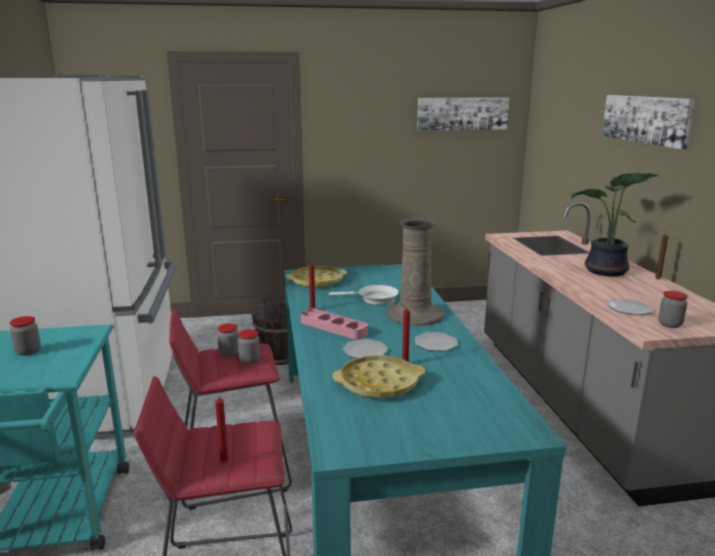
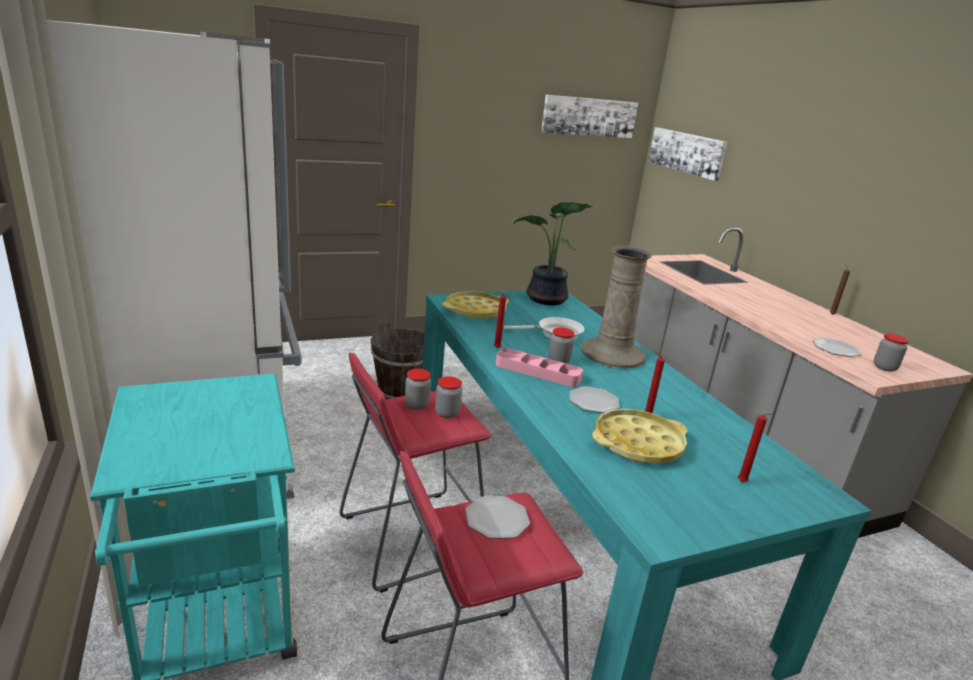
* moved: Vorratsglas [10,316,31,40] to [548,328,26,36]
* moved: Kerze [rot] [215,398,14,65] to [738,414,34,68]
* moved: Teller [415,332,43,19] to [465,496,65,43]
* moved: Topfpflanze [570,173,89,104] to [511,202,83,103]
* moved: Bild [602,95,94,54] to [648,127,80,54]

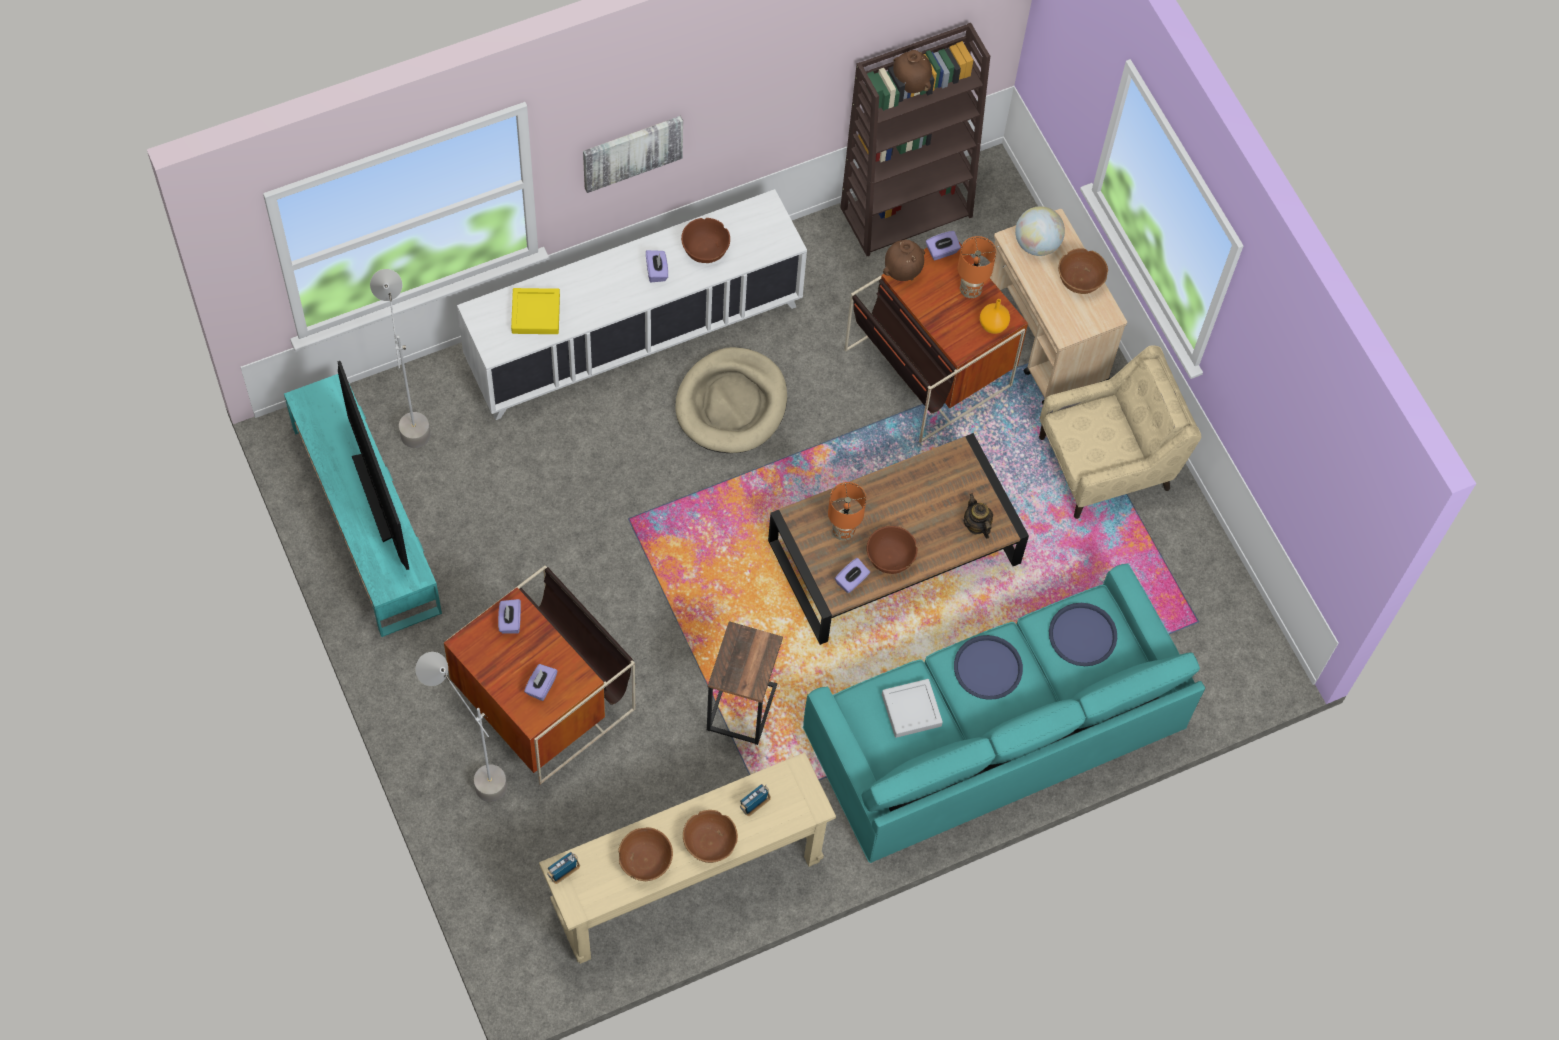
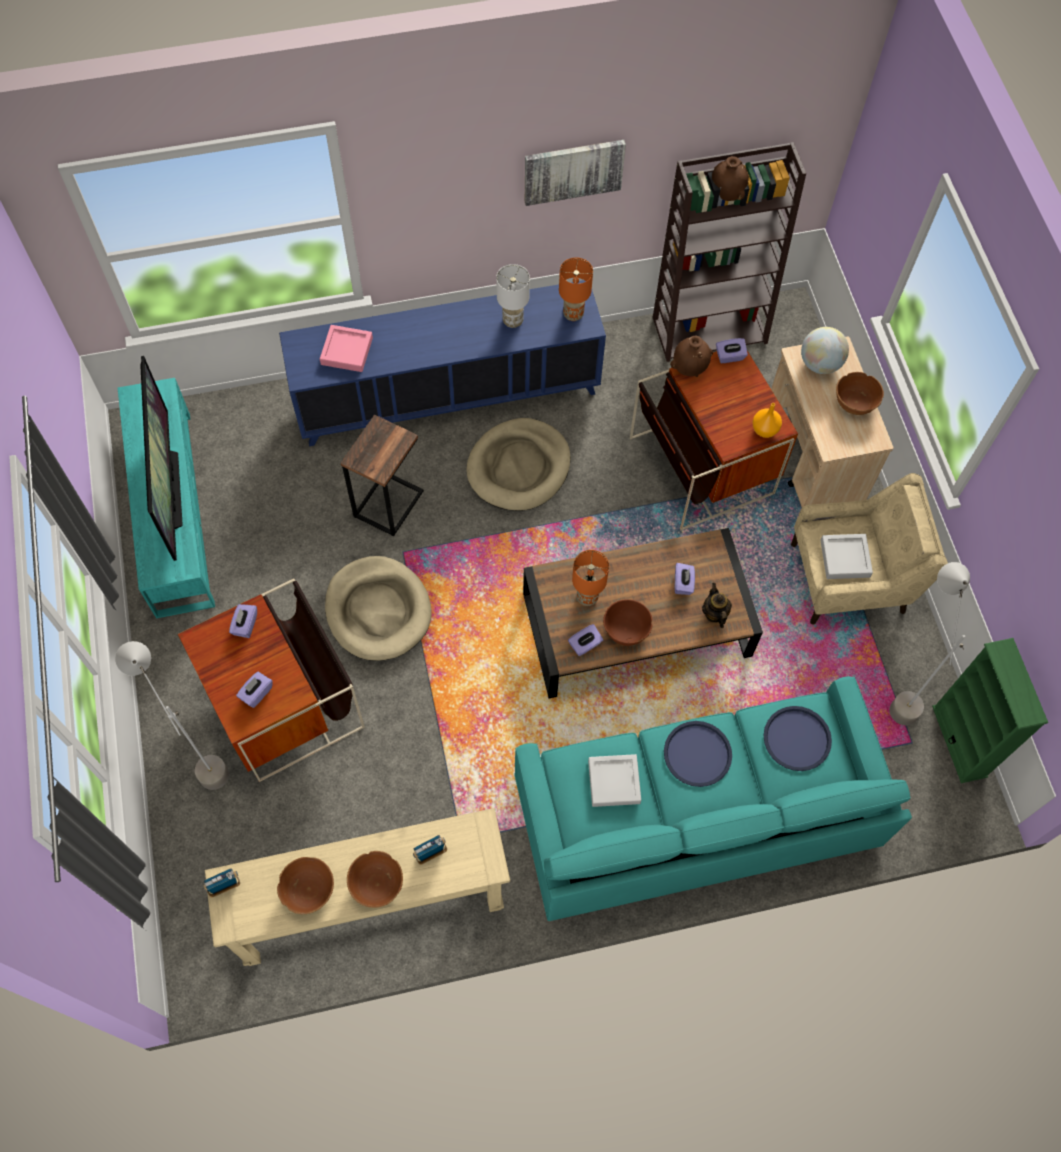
* added: Hundebett [beige] [325,556,107,105]
* added: Tablett [grau] [820,534,53,45]
* added: Bücherregal [grün] [932,638,116,145]
* moved: Stehlampe [grau] [370,269,61,179] to [890,562,80,164]
* moved: Bild [583,116,100,77] to [525,140,101,66]
* moved: Taschentuchbox [lila] [646,250,22,32] to [675,563,20,32]
* moved: Beistelltisch [707,621,76,124] to [341,415,83,122]
* moved: Tischlampe [orange] [957,236,39,62] to [559,257,34,64]
* replaced: Schüssel [braun] [681,218,49,45] to Tischlampe [weiß] [496,264,34,64]
* recoloured: Schrank [weiß] [457,189,350,231] to Schrank [blau] [279,280,327,166]
* recoloured: Tablett [gelb] [511,288,49,46] to Tablett [rosa] [320,325,53,47]

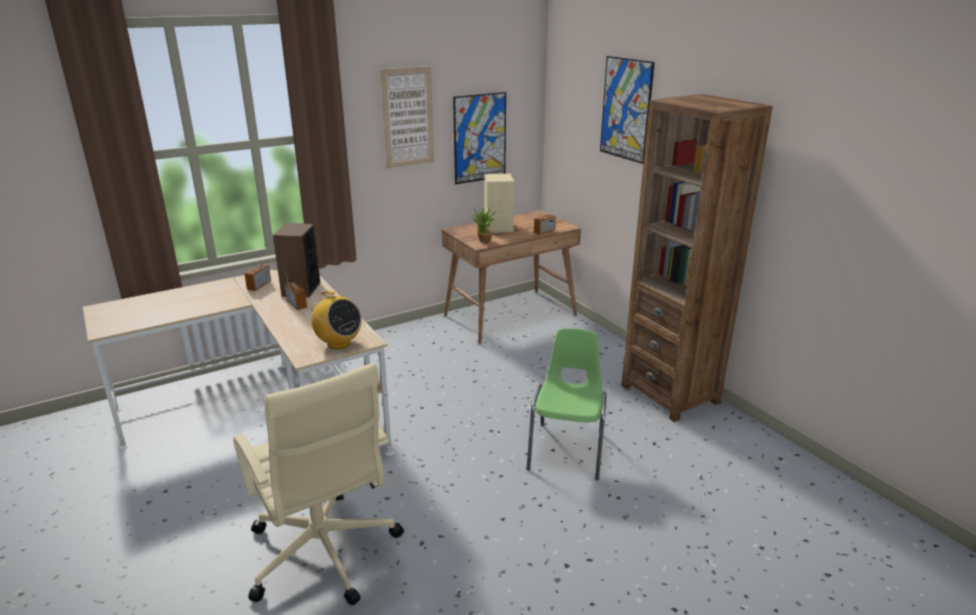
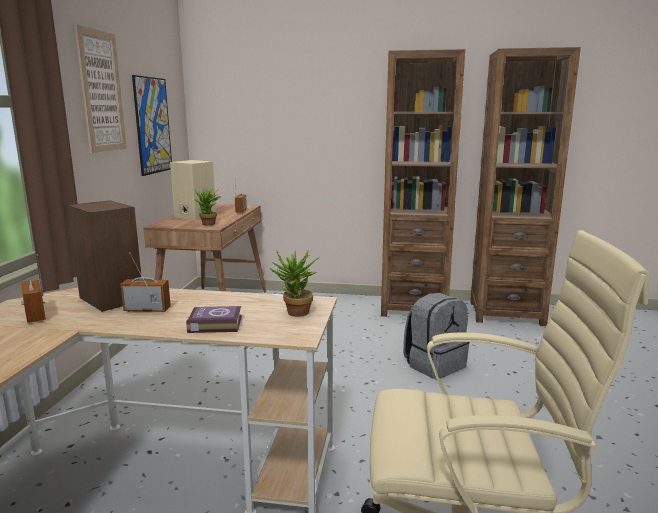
* removed: Bild [600,56,55,108]
* added: Buch [186,306,56,27]
* added: Bücherregal [braun] [470,47,111,279]
* replaced: Radio [308,290,54,59] to Topfpflanze [269,250,51,67]
* replaced: Stuhl [grün] [527,328,80,152] to Rucksack [grau] [403,293,67,86]

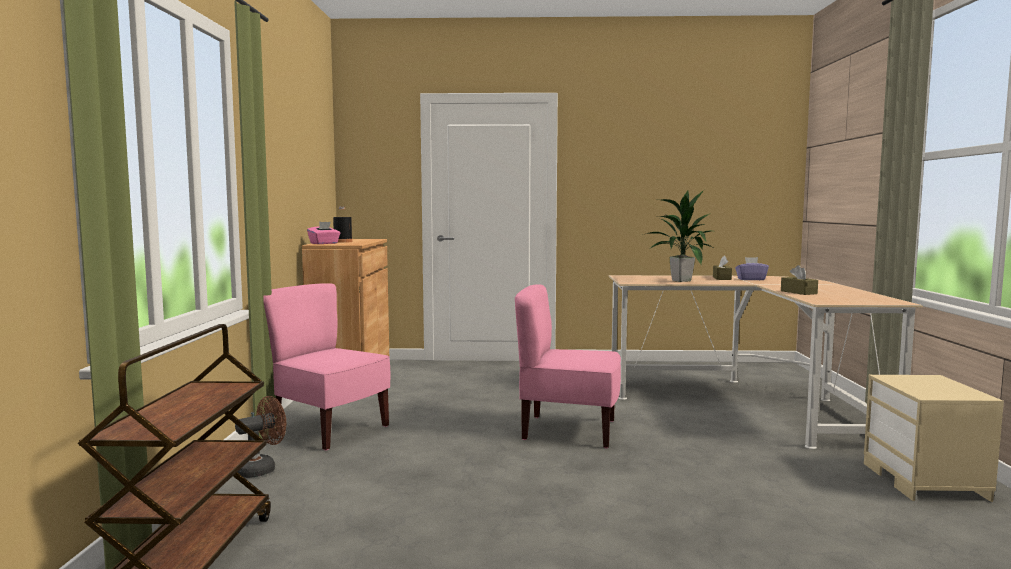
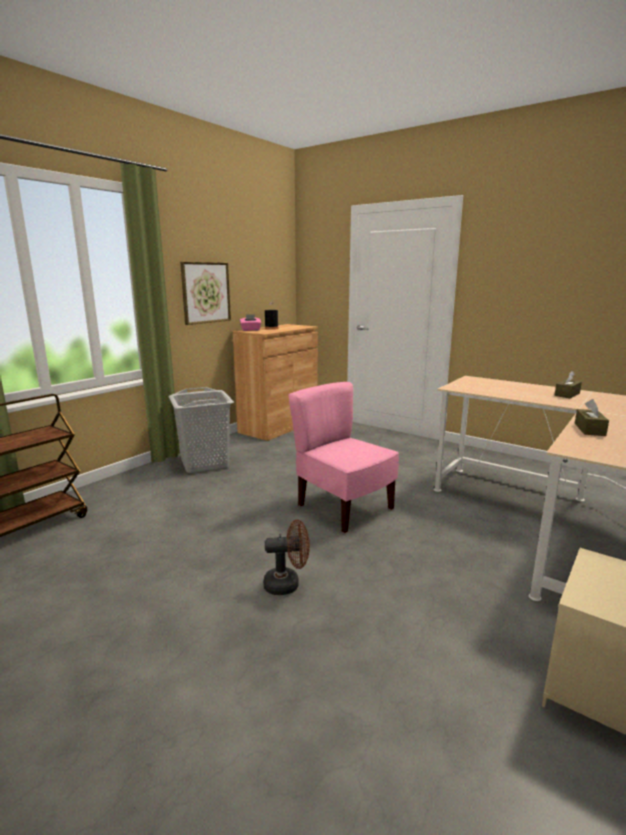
* removed: Topfpflanze [646,190,66,92]
* removed: Taschentuchbox [lila] [735,257,34,23]
* added: Bild [180,262,51,63]
* moved: Ventilator [braun] [235,396,51,82] to [263,519,47,76]
* replaced: Stuhl [rosa] [263,283,128,167] to Wäschekorb [grau] [168,387,66,86]

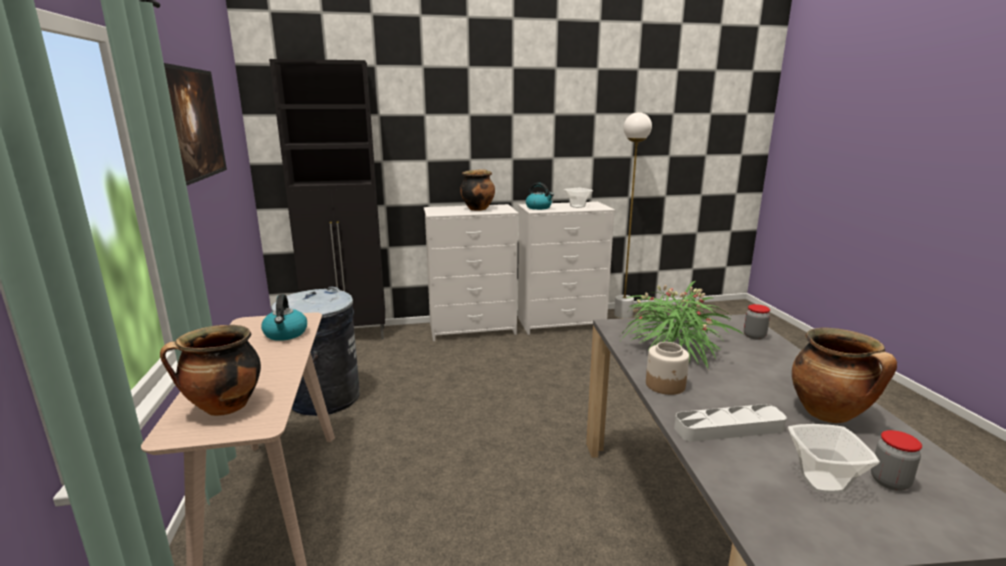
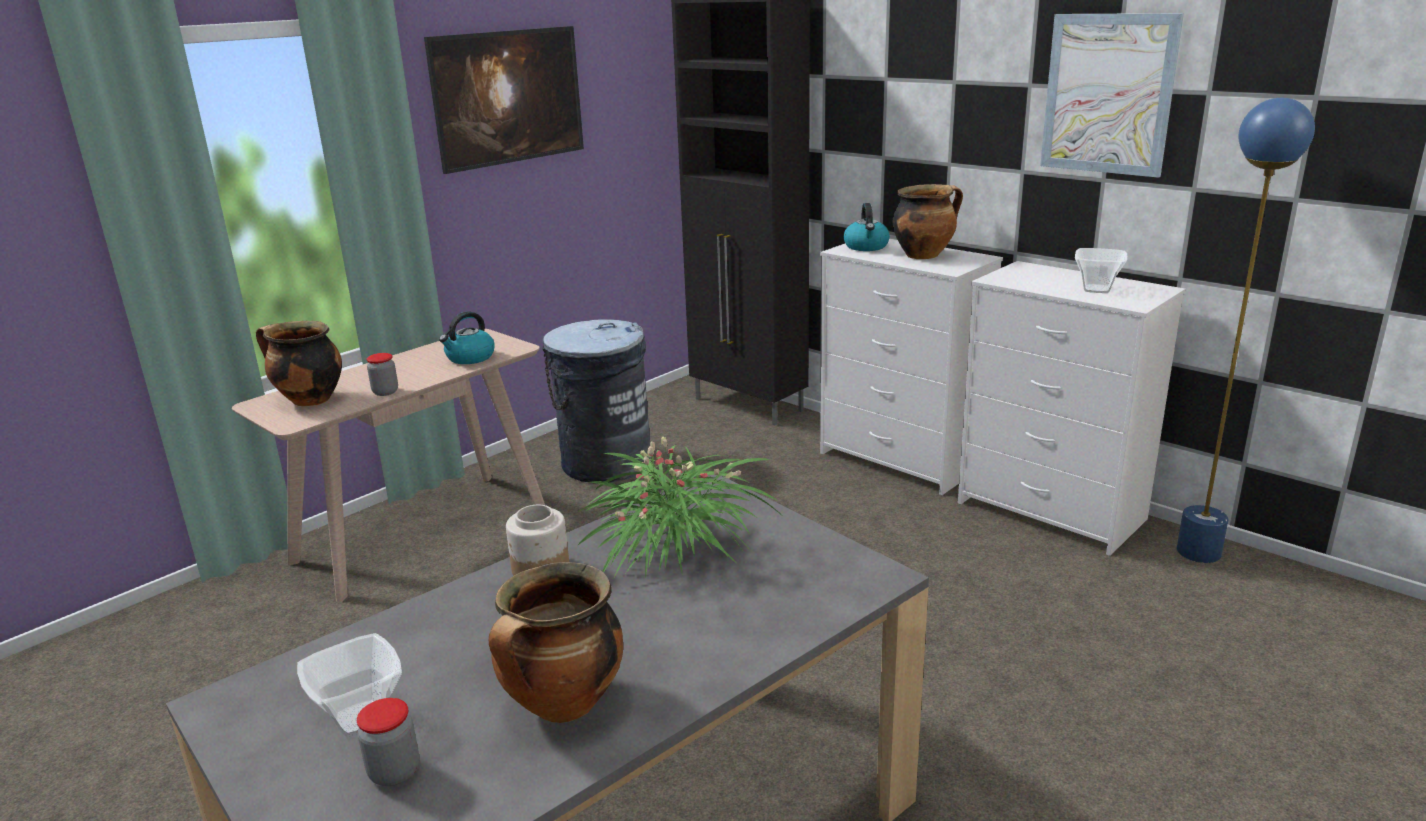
* removed: Tablett [grau] [674,404,113,38]
* added: Bild [1040,13,144,165]
* moved: Wasserkessel [526,183,28,27] to [844,203,46,48]
* moved: Vorratsglas [744,304,26,36] to [367,353,31,43]
* recoloured: Stehlampe [weiß] [614,112,38,207] to Stehlampe [blau] [1177,98,138,465]

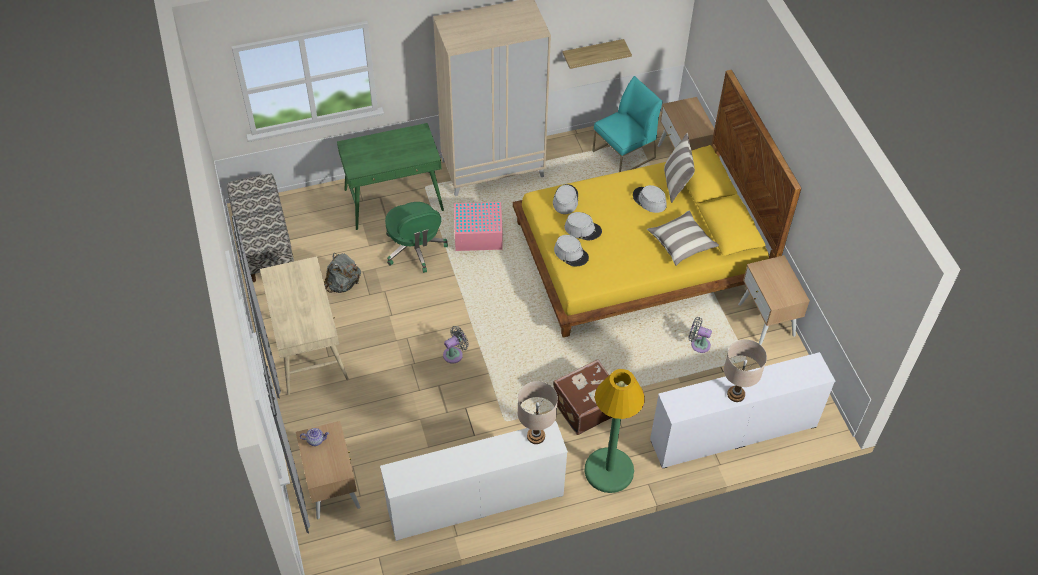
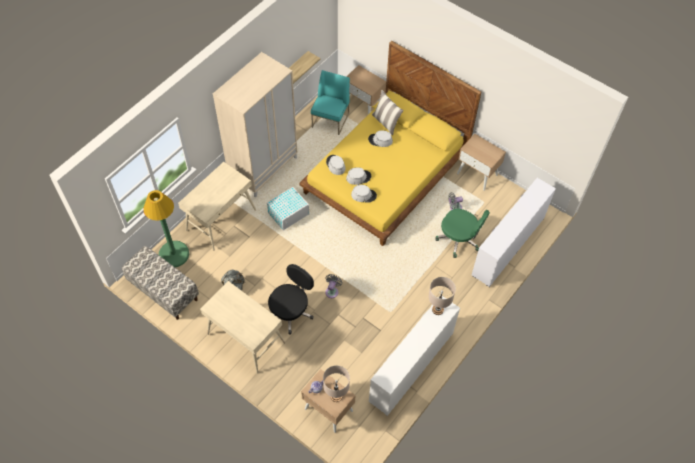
* removed: Koffer [braun] [553,359,64,76]
* removed: Kissen [647,210,72,56]
* added: Bürostuhl [schwarz] [268,264,46,70]
* moved: Bürostuhl [grün] [385,202,63,71] to [435,209,55,49]
* moved: Stehlampe [grün] [585,369,60,124] to [143,190,46,77]
* moved: Tischlampe [beige] [724,339,43,63] to [323,365,27,37]
* recoloured: Schreibtisch [grün] [337,123,107,107] to Schreibtisch [beige] [178,162,78,89]
* recoloured: Aufbewahrungsbox [rosa] [454,202,49,49] to Aufbewahrungsbox [weiß] [267,187,42,44]

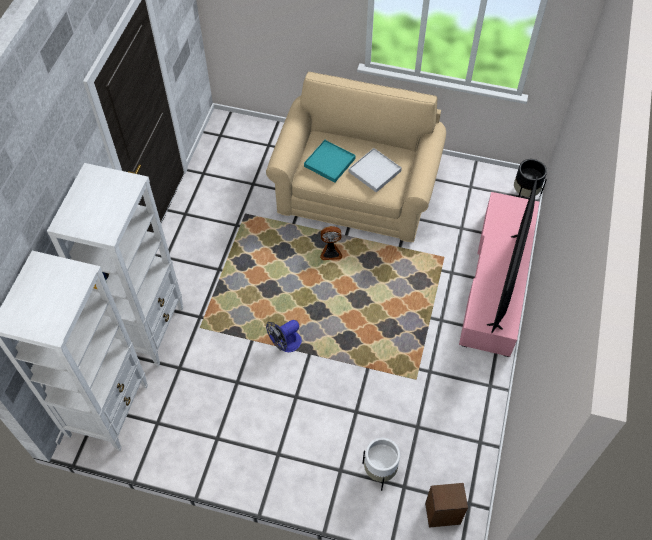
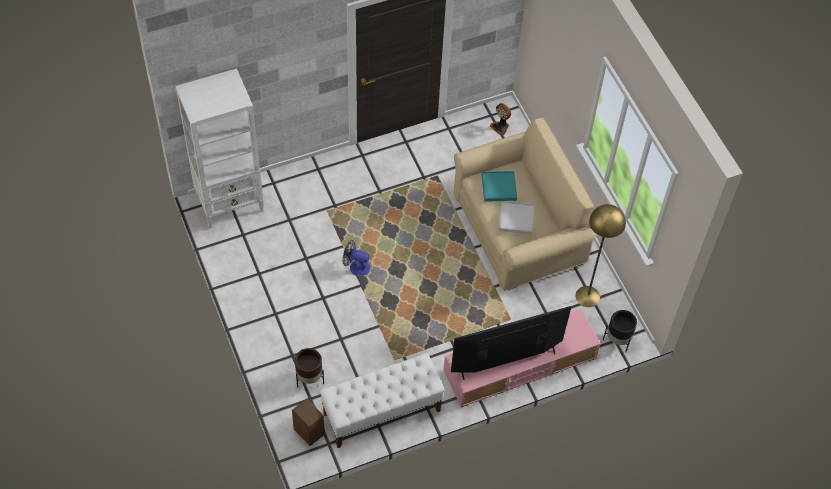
* removed: Bücherregal [weiß] [47,163,136,203]
* added: Bank [weiß] [320,353,125,95]
* added: Stehlampe [gelb] [576,204,50,103]
* moved: Ventilator [320,226,22,34] to [490,103,21,33]
* recoloured: Pflanzkübel [weiß] [362,438,38,53] to Pflanzkübel [braun] [295,348,29,40]

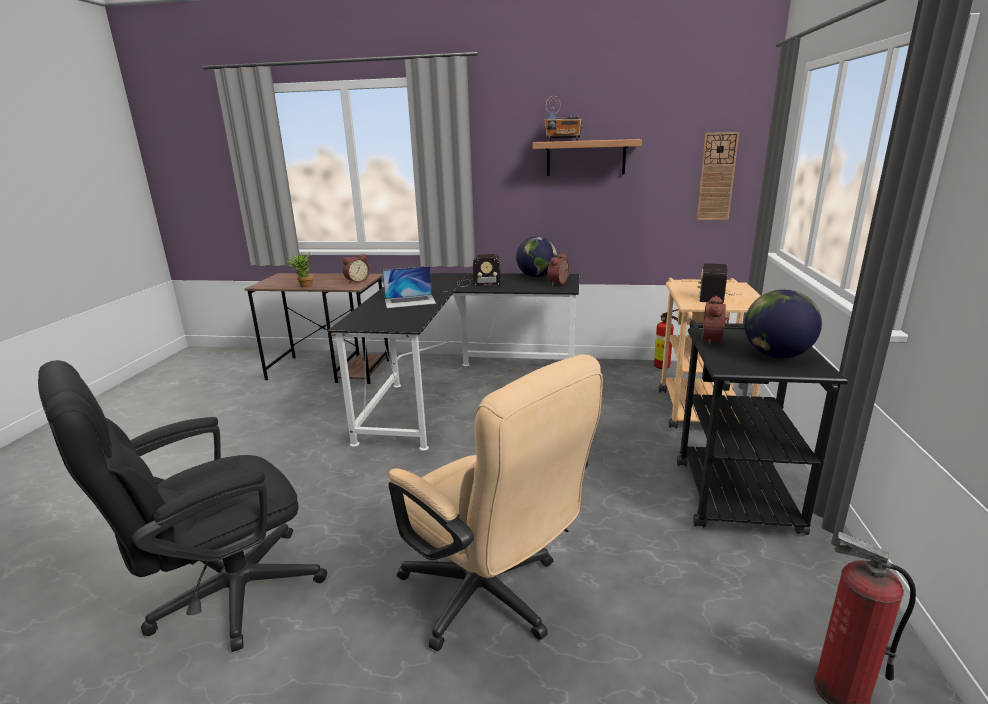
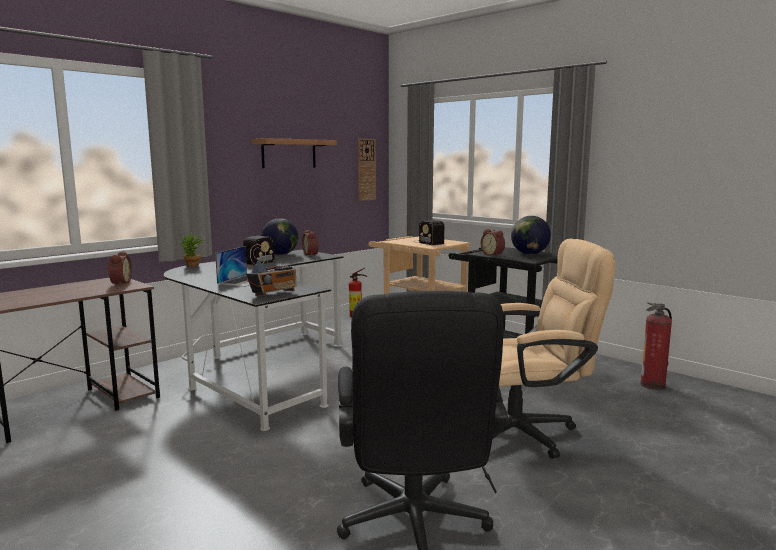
* moved: Topfpflanze [286,252,28,36] to [179,232,24,35]
* moved: Radio [544,96,38,45] to [246,244,51,52]

